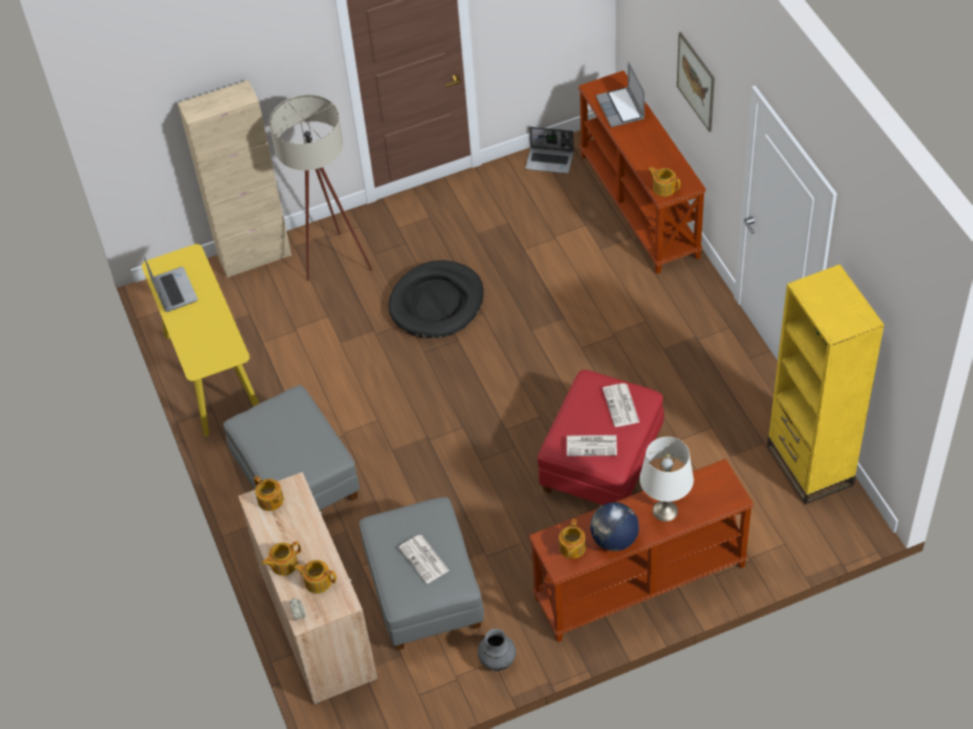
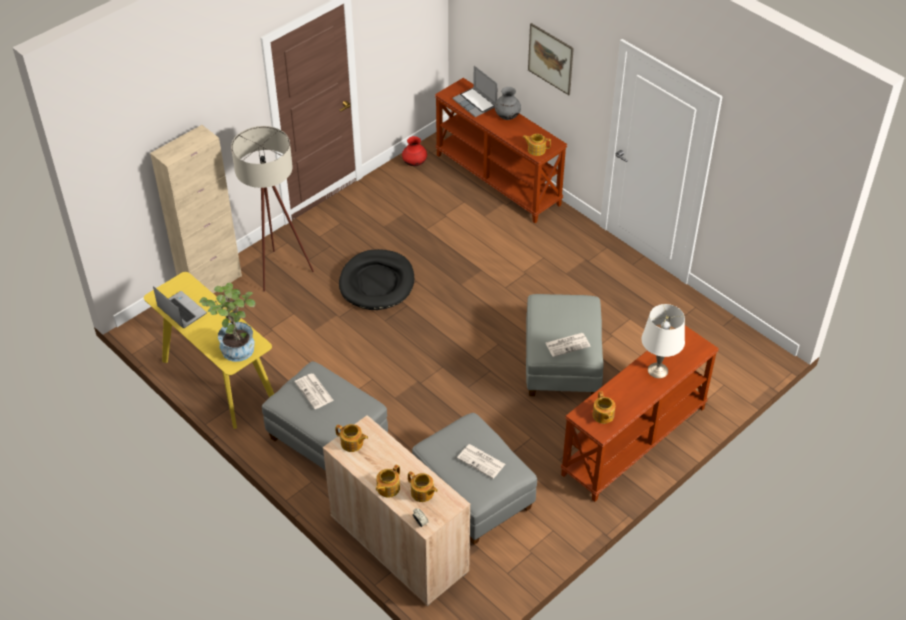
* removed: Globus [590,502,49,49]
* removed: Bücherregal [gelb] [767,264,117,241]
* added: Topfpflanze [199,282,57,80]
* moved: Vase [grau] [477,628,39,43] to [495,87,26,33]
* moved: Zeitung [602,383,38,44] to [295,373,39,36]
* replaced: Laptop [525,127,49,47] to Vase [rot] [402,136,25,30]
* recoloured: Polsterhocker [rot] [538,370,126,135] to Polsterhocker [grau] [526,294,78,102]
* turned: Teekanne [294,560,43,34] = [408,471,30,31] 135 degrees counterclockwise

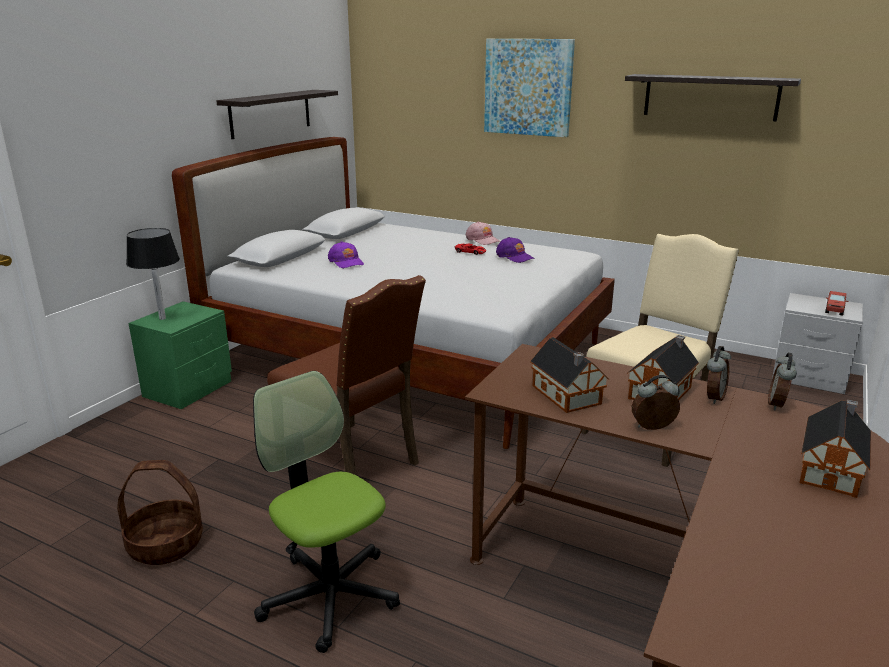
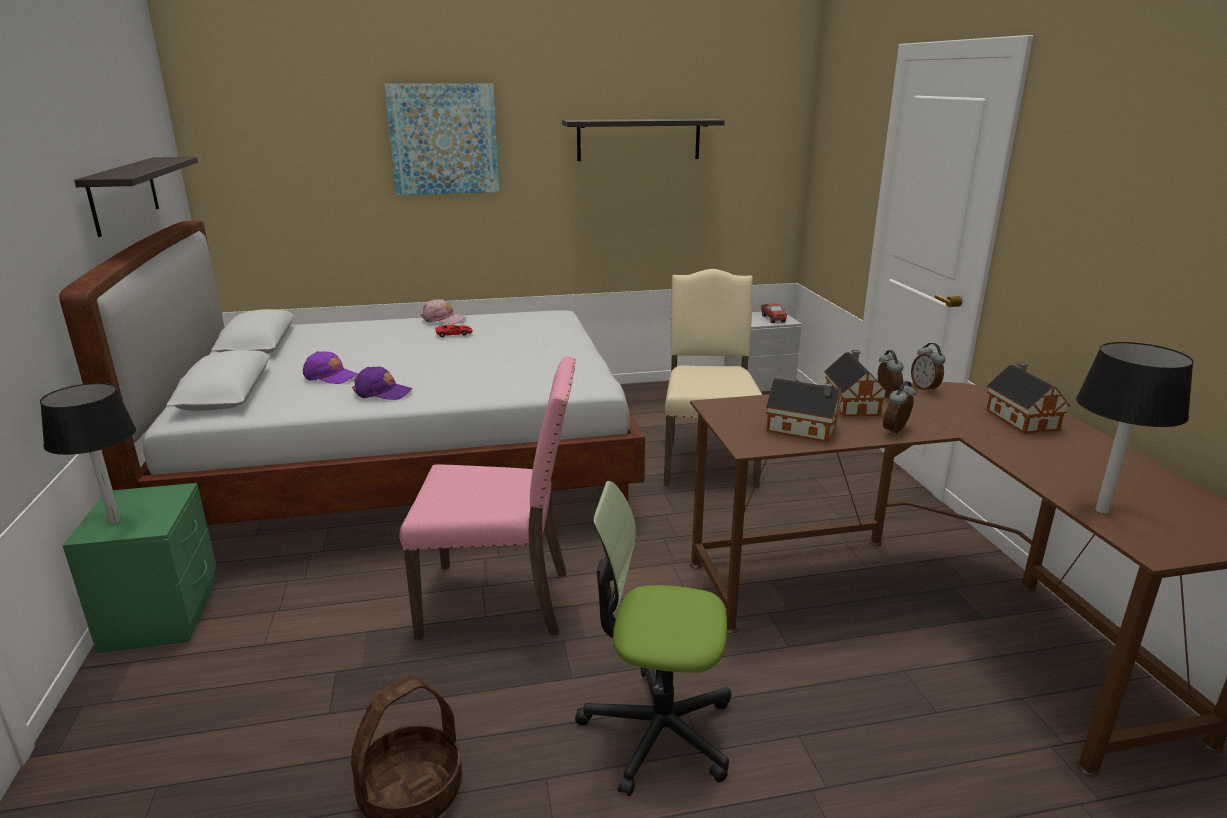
* added: Tischlampe [schwarz] [1076,342,118,172]
* moved: Kappe [lila] [496,237,39,26] to [352,367,60,33]
* recoloured: Stuhl [braun] [267,275,159,201] to Stuhl [rosa] [399,356,177,284]

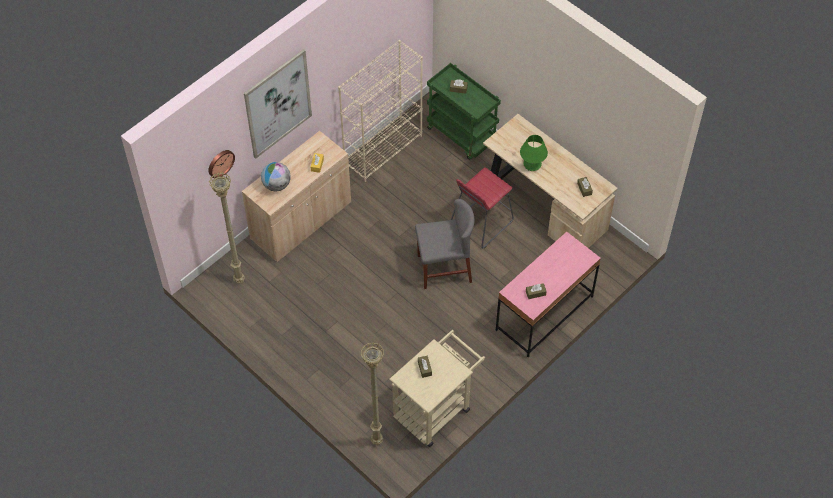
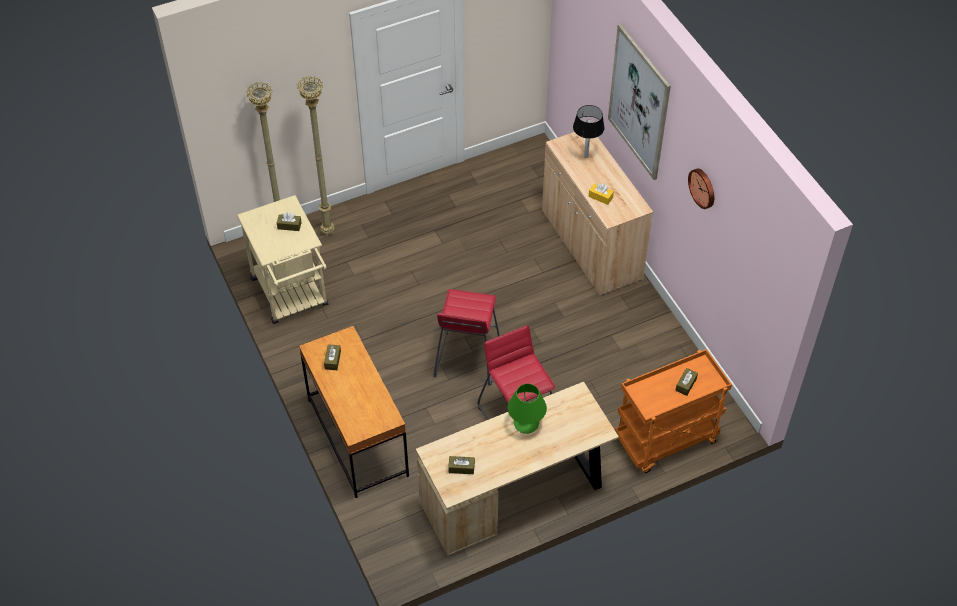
* removed: Bücherregal [beige] [338,40,85,142]
* moved: Wanduhr [208,150,27,28] to [688,168,26,41]
* moved: Stehlampe [beige] [209,173,36,111] to [297,76,37,159]
* replaced: Globus [261,162,30,29] to Tischlampe [573,105,31,53]
* replaced: Stuhl [grau] [415,199,59,90] to Hocker [rot] [433,289,67,97]
* recoloured: Rollwagen [grün] [427,63,74,97] to Rollwagen [orange] [615,349,117,124]
* recoloured: Schreibtisch [rosa] [496,232,105,125] to Schreibtisch [braun] [299,326,110,172]

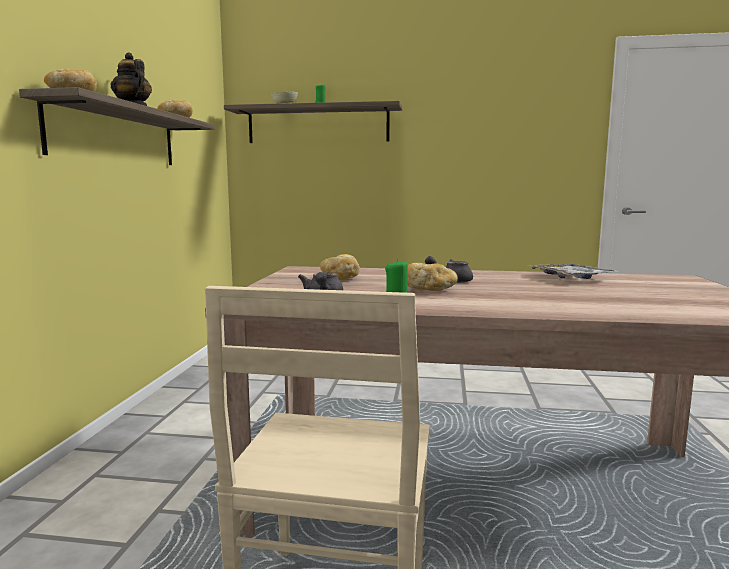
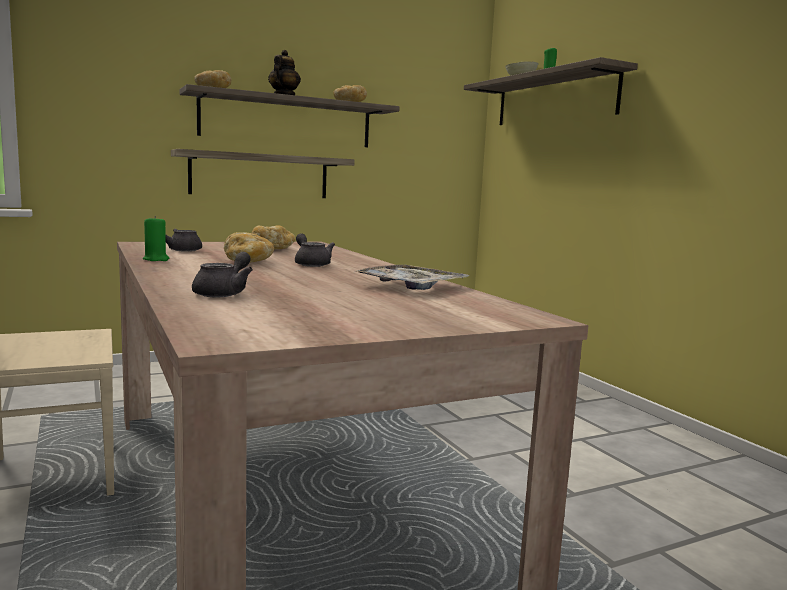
* added: Wandregal [171,149,184,49]
* added: Teekanne [grau] [192,252,61,45]

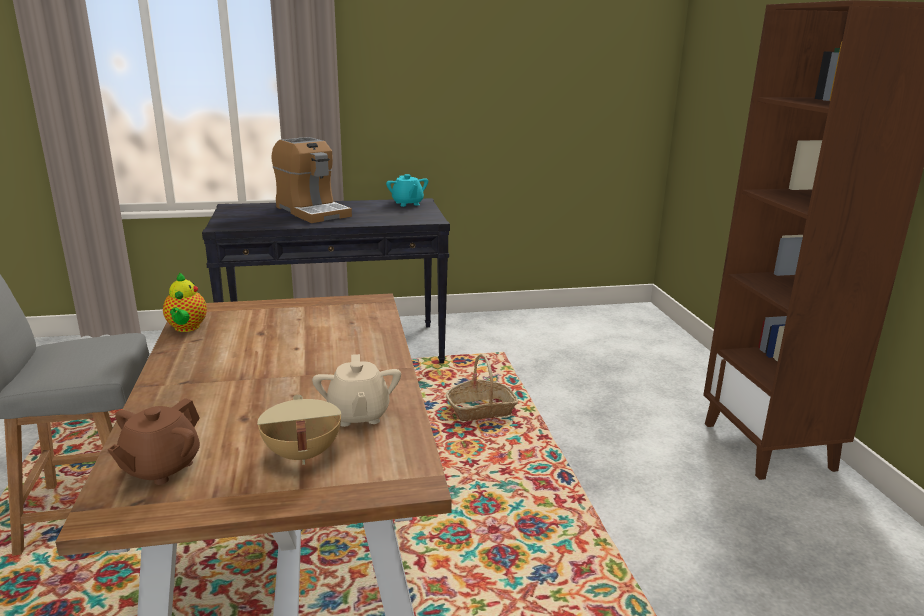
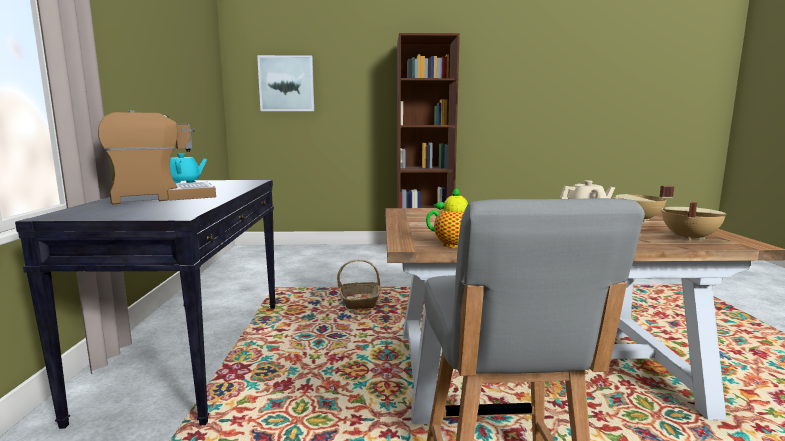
* added: Bild [257,55,57,56]
* replaced: Teekanne [braun] [107,398,93,87] to Kochtopf [beige] [662,201,64,40]

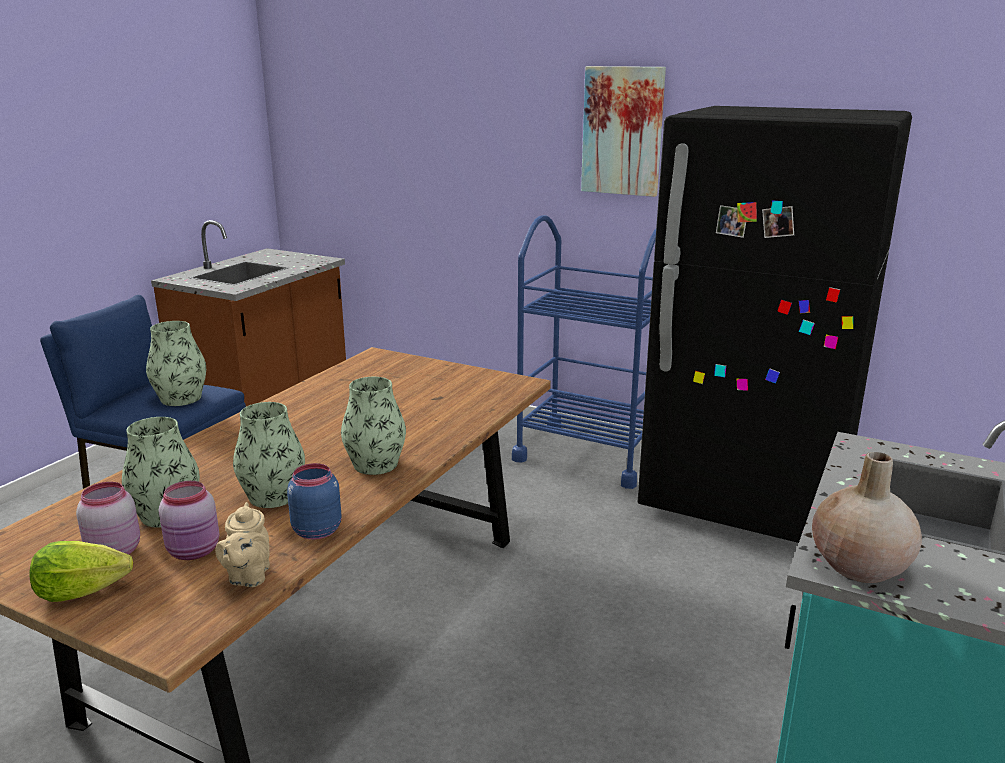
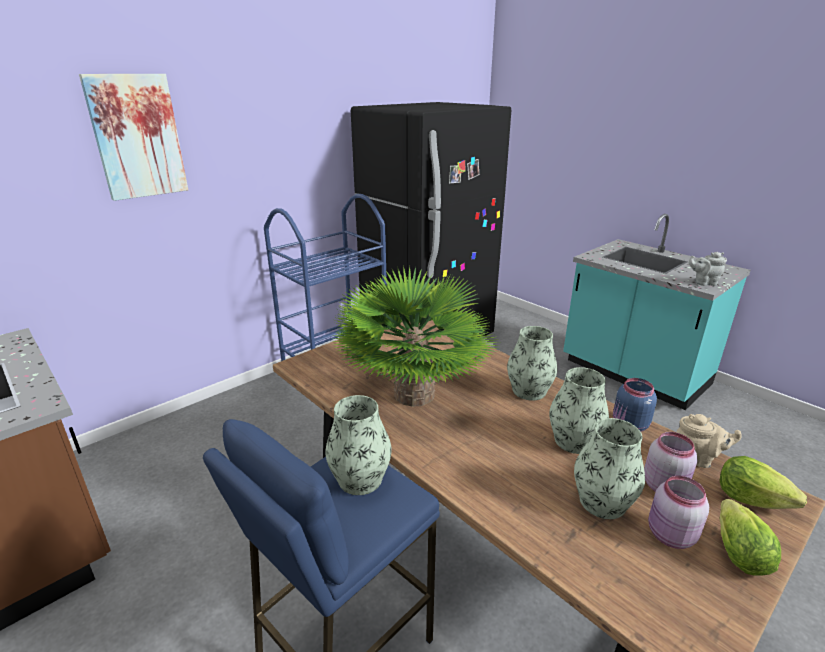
* added: Topfpflanze [331,265,168,142]
* added: Salatkopf [720,456,87,53]
* moved: Bild [581,66,85,131] to [79,74,109,127]
* replaced: Vase [beige] [812,452,110,131] to Teekanne [grau] [689,252,38,34]

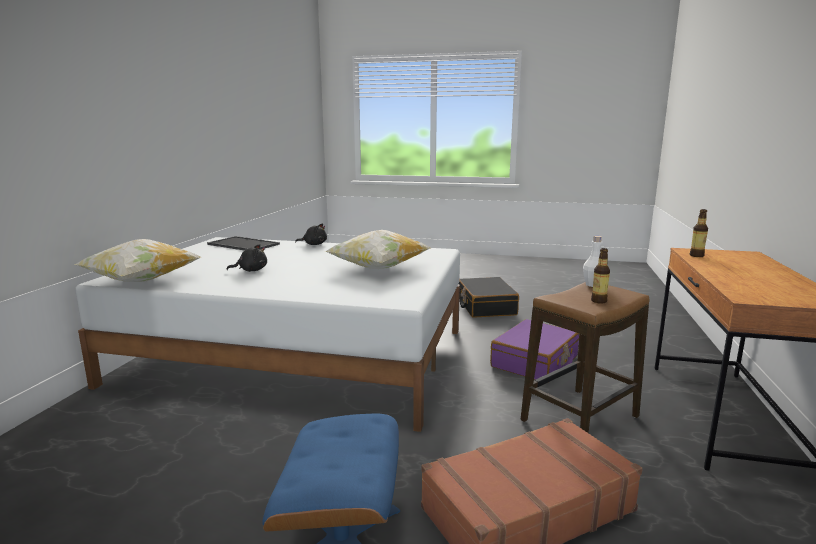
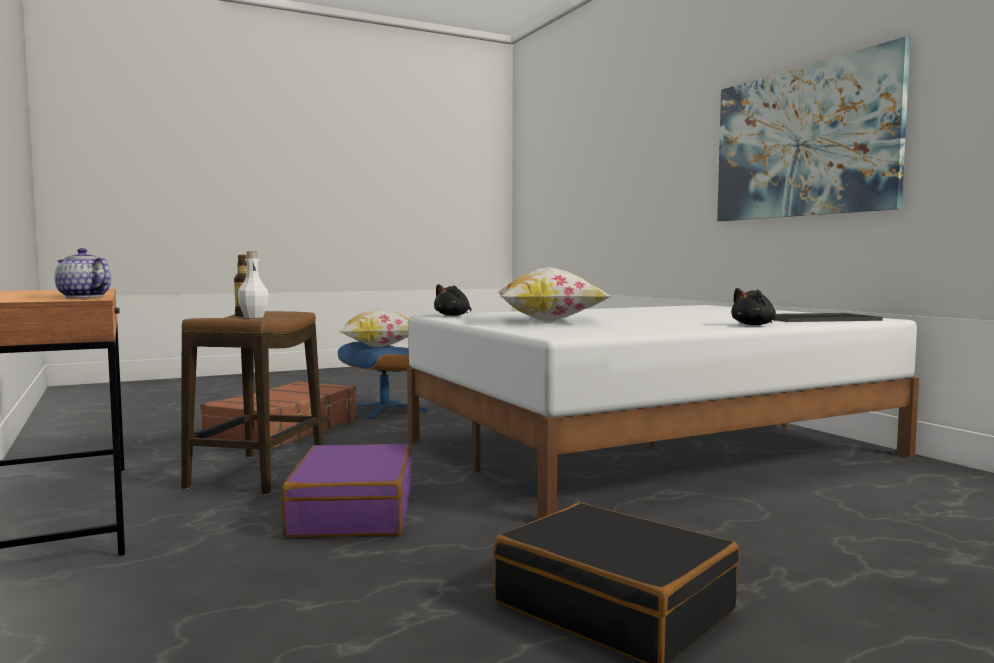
* added: Bild [717,37,193,184]
* moved: Kissen [74,239,127,43] to [339,307,70,40]
* moved: Plüschtier [schwarz] [226,244,41,28] to [434,284,38,32]
* replaced: Flasche [690,209,18,48] to Teekanne [55,248,56,50]

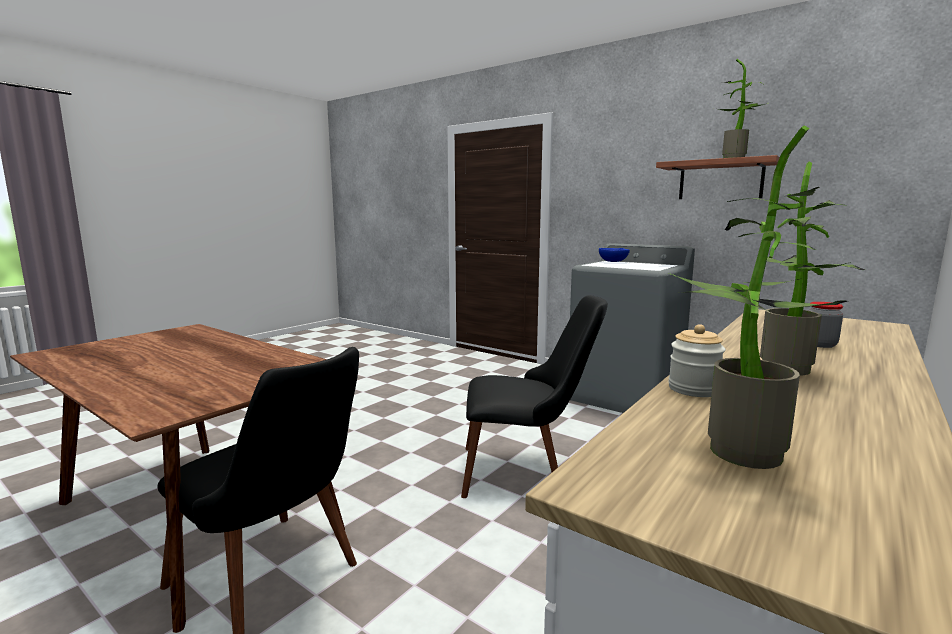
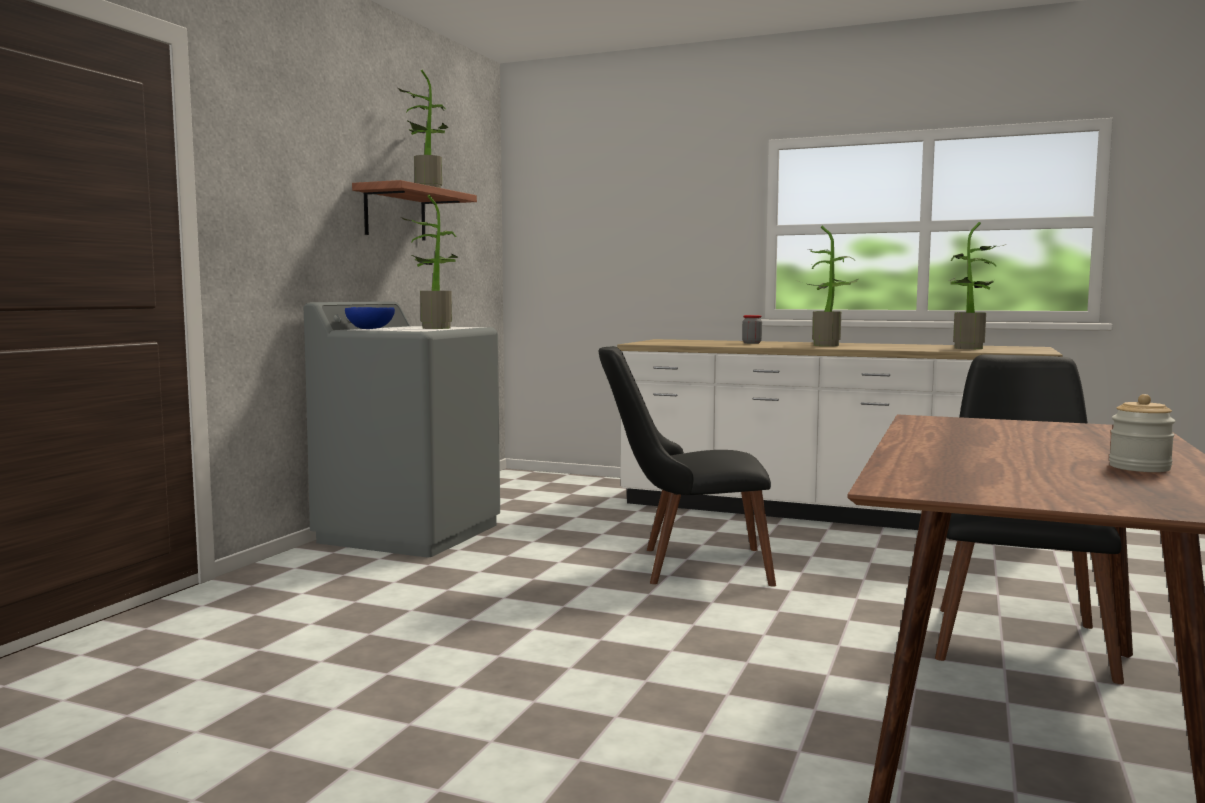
* added: Topfpflanze [401,195,58,134]
* moved: Vorratsglas [668,324,58,73] to [1109,394,67,78]
* turned: Stuhl [schwarz] [461,295,147,203] = [599,346,177,240] 75 degrees counterclockwise

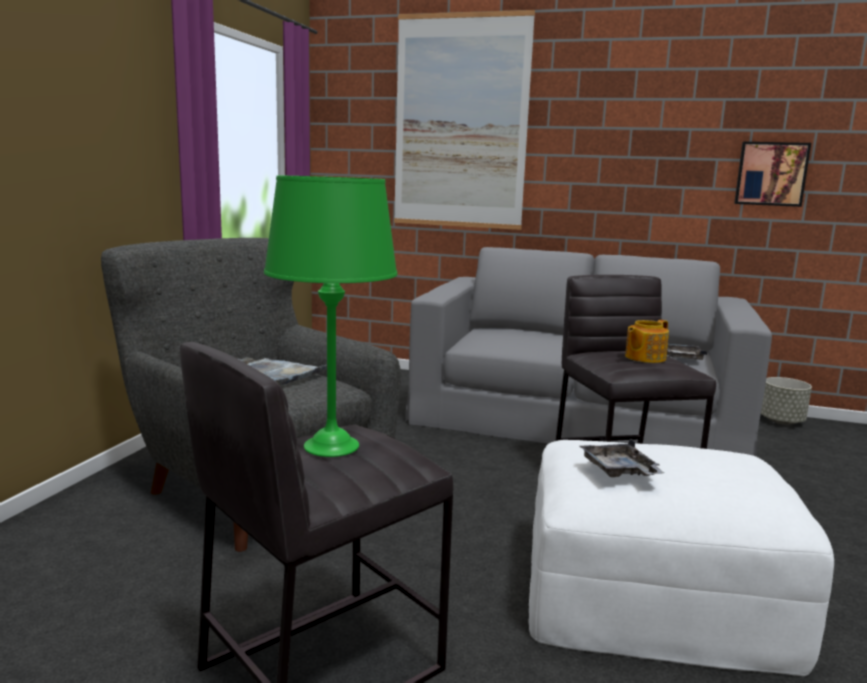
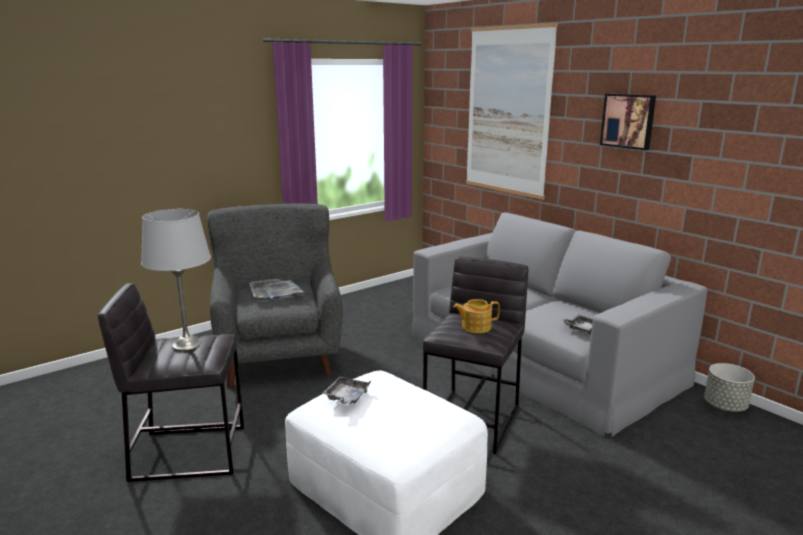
* moved: Bild [734,142,77,65] to [600,93,56,57]
* recoloured: Tischlampe [grün] [264,176,133,281] to Tischlampe [grau] [141,209,70,141]

